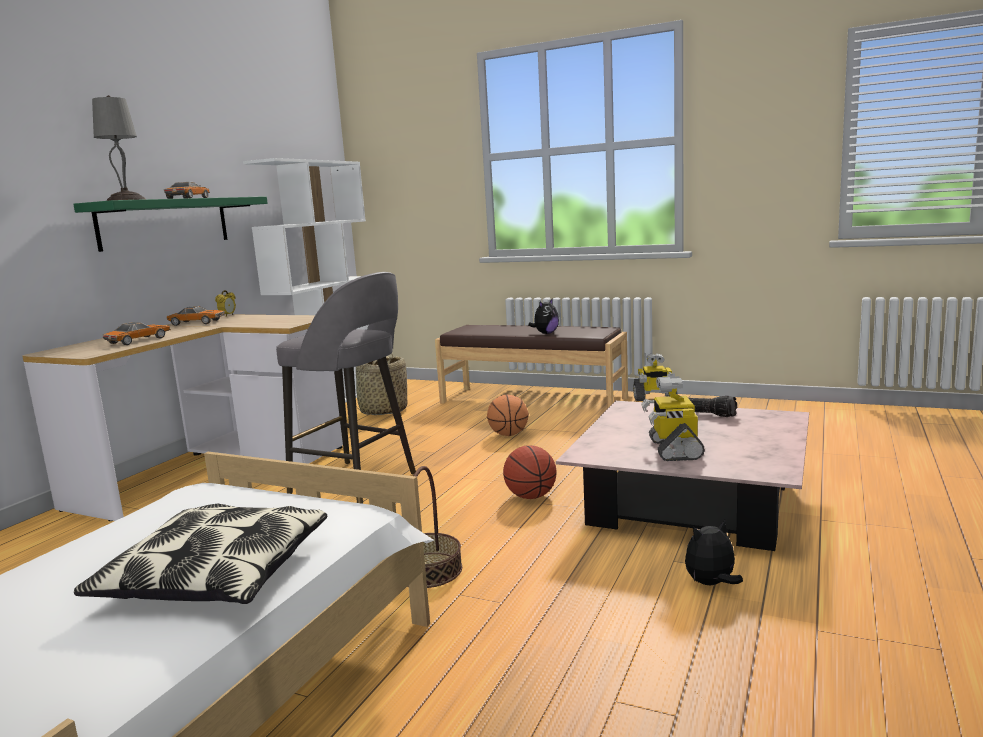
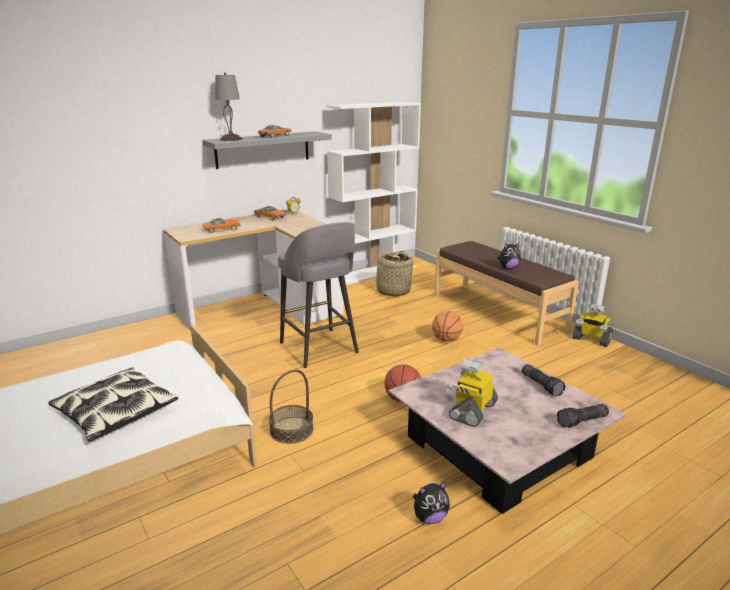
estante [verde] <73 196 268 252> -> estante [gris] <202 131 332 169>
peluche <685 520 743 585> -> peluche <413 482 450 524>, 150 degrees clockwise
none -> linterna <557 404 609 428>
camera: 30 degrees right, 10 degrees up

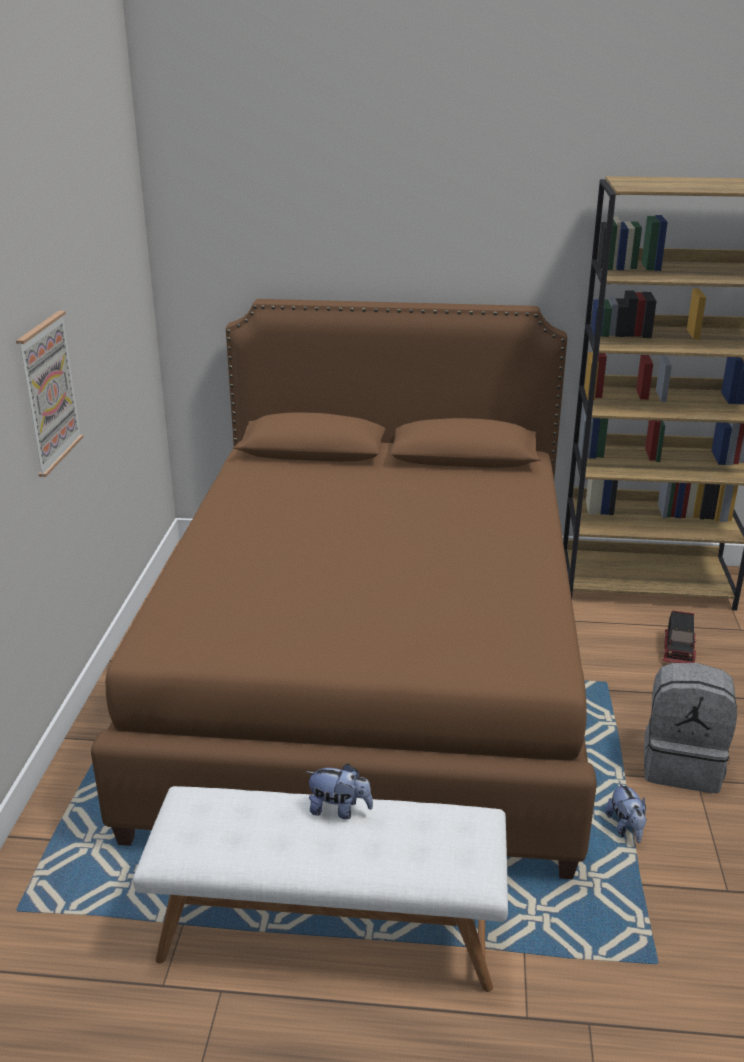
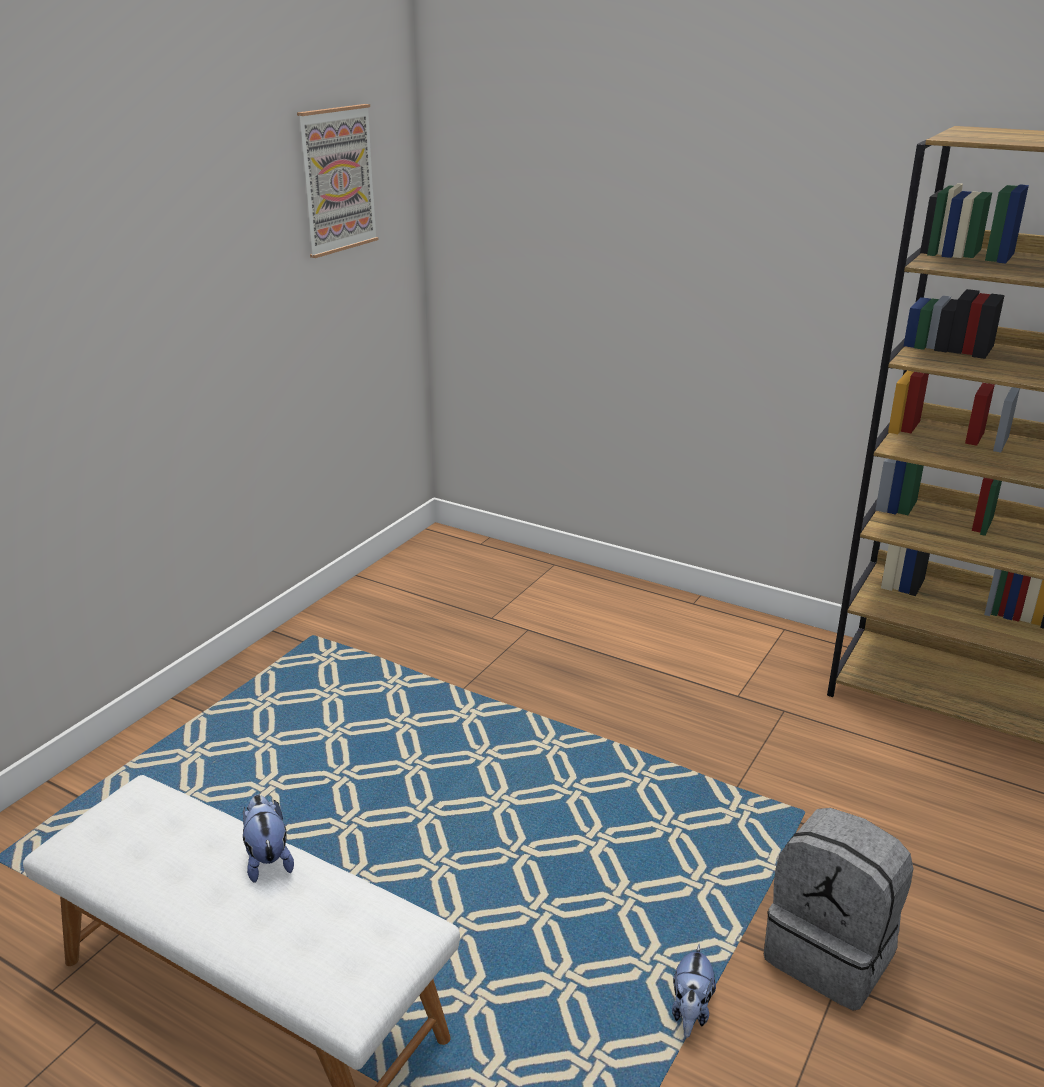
cuadro <16 311 84 477> -> cuadro <297 104 379 258>, moved
cama [marrón] <91 299 597 879> -> none
peluche <306 764 373 819> -> peluche <243 795 294 883>, 150 degrees counterclockwise
camión de juguete <662 610 696 663> -> none
camera: 25 degrees right, 0 degrees up

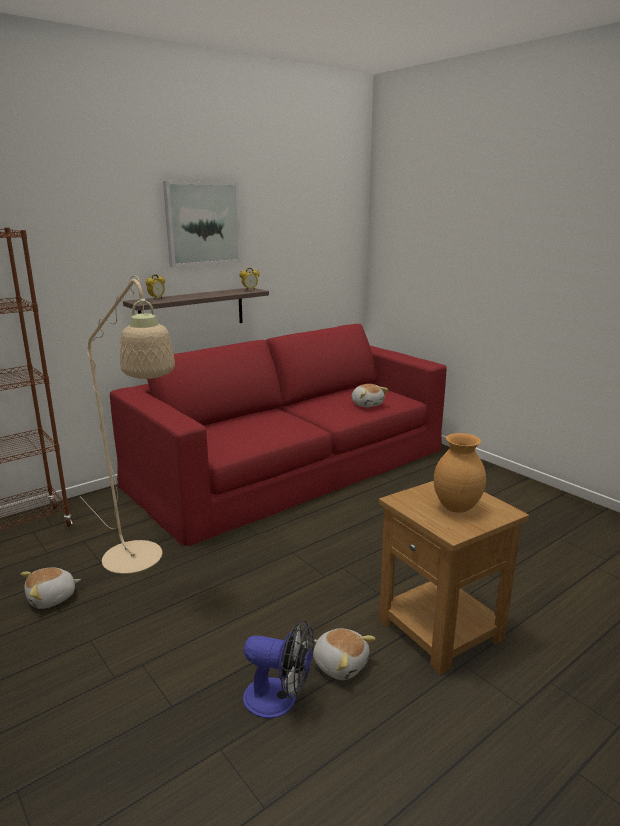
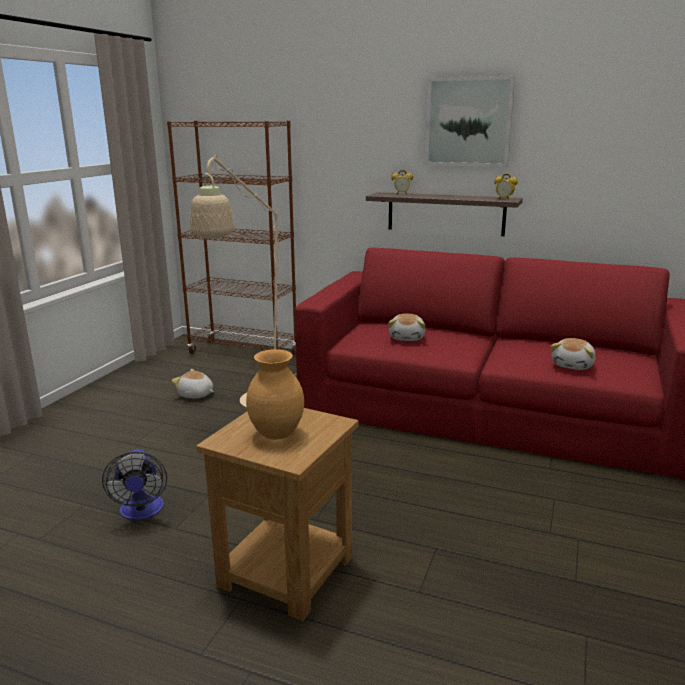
peluche <313 628 376 680> -> peluche <388 313 426 341>, moved
camera: 60 degrees right, 0 degrees up

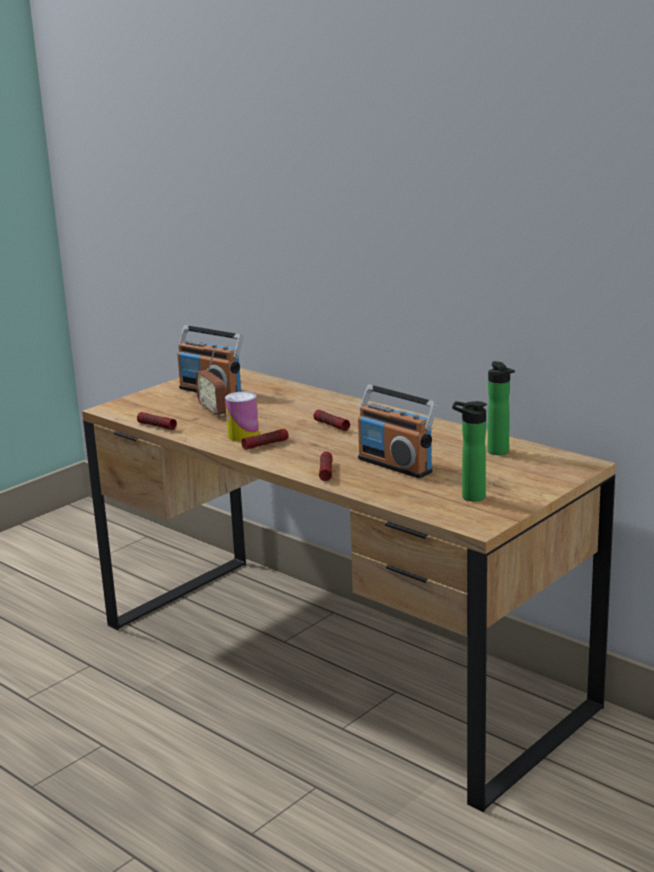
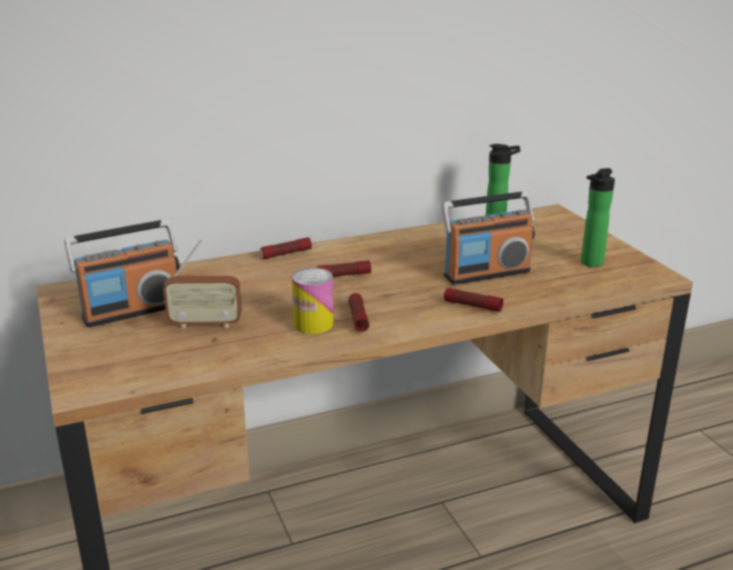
linterna <137 412 177 430> -> linterna <260 237 312 259>, moved
camera: 65 degrees left, 5 degrees up

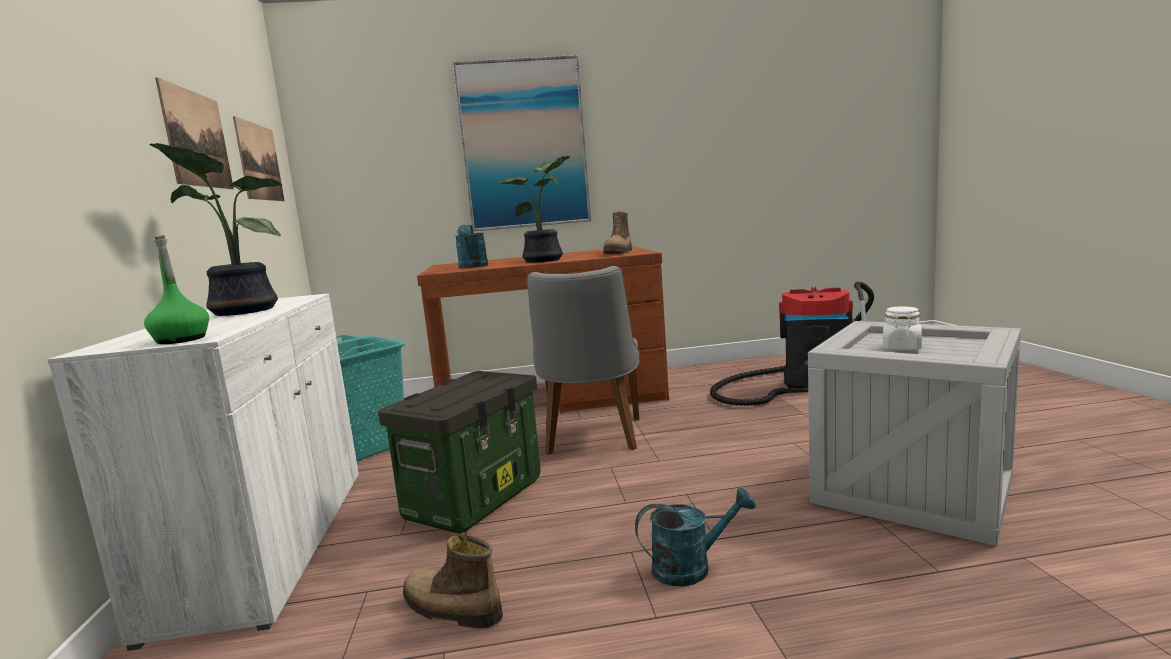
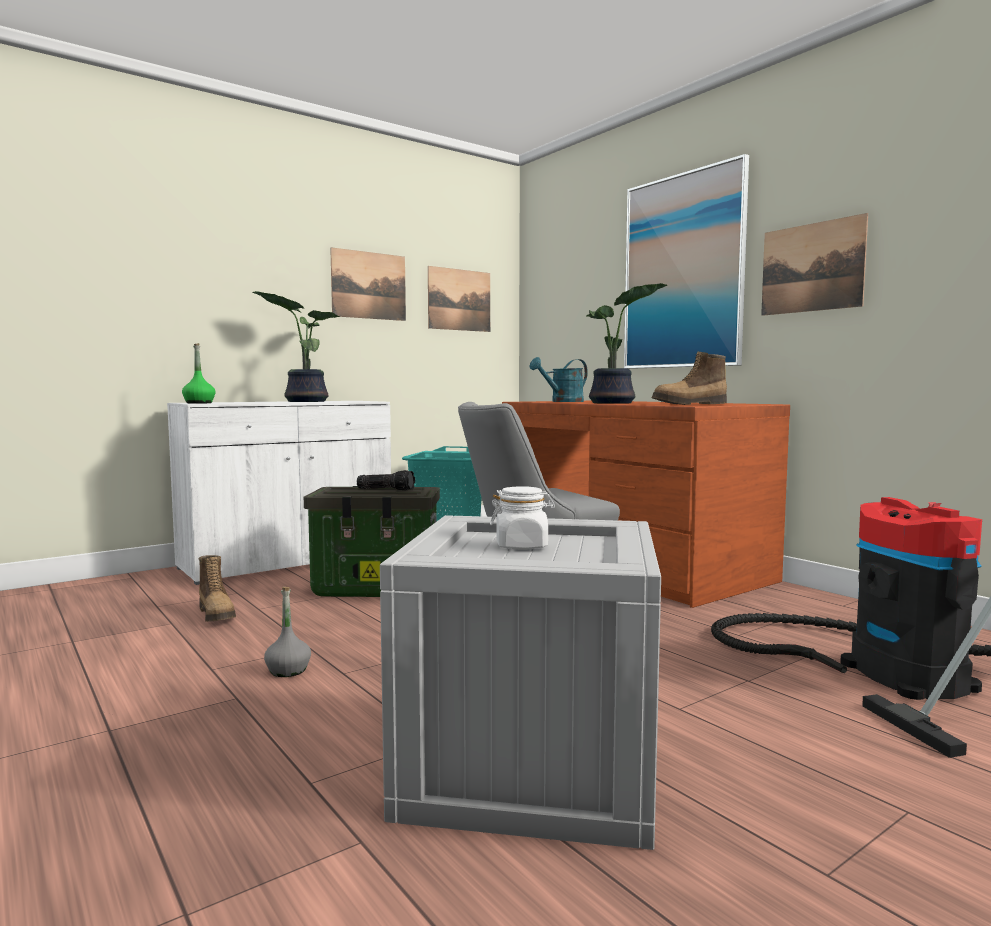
bota <403 534 503 629> -> bota <199 555 236 622>, 150 degrees clockwise
regadera [turquesa] <635 488 756 587> -> botella [gris] <264 587 311 677>
none -> linterna <357 470 415 491>
none -> cuadro <761 213 868 316>
camera: 60 degrees right, 5 degrees down

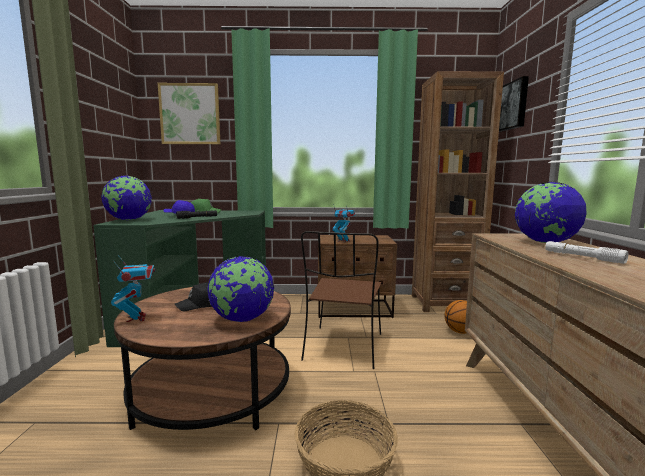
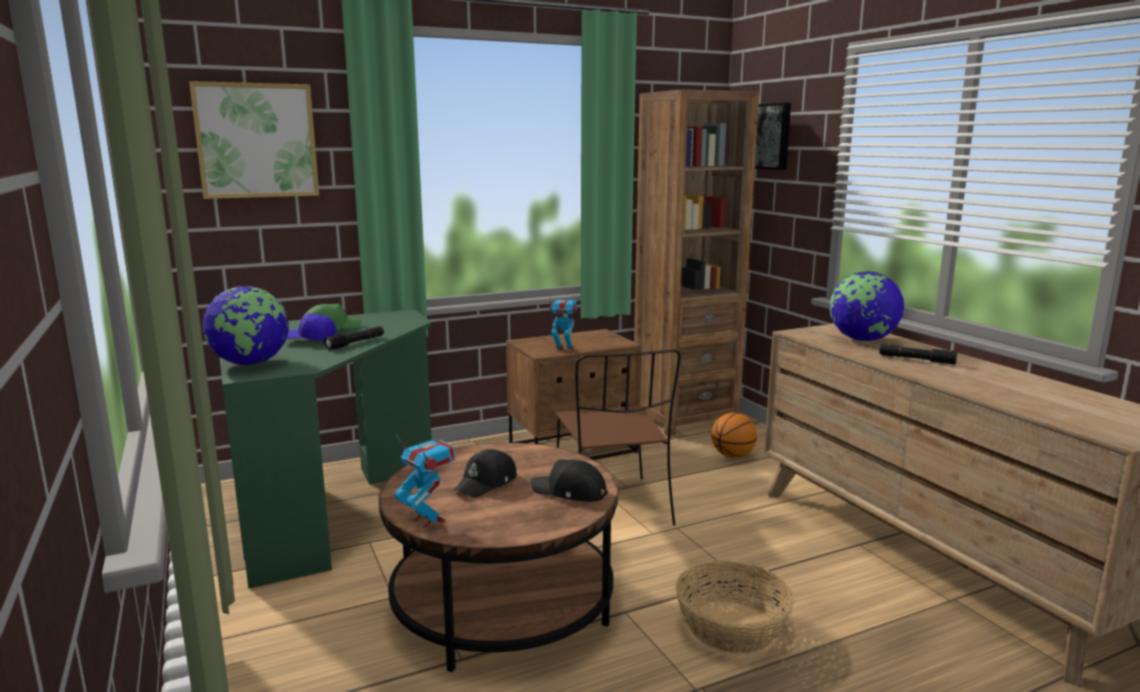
globo terráqueo <207 256 274 322> -> gorra [negro] <531 460 608 502>
linterna [blanco] <545 241 629 264> -> linterna [negro] <880 344 957 364>
camera: 25 degrees left, 5 degrees up

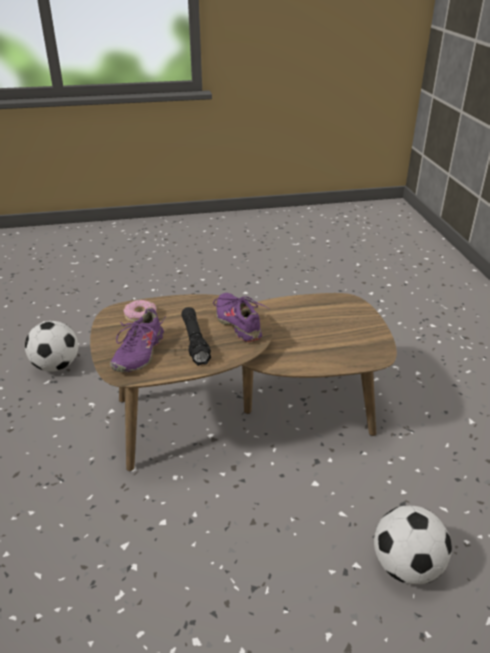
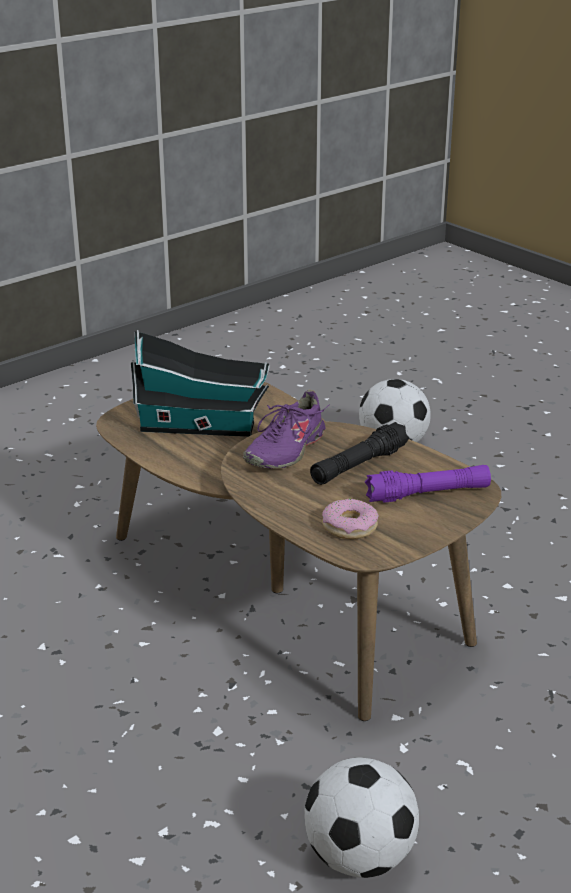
zapato [morado] <110 307 165 372> -> linterna [morado] <365 465 491 503>
none -> casita <131 330 269 437>
camera: 120 degrees left, 5 degrees down

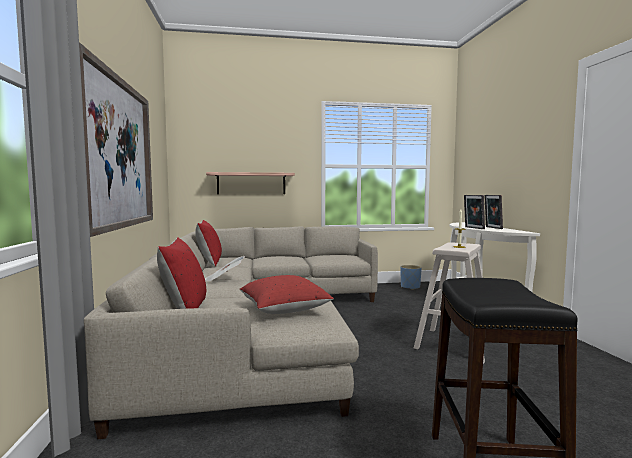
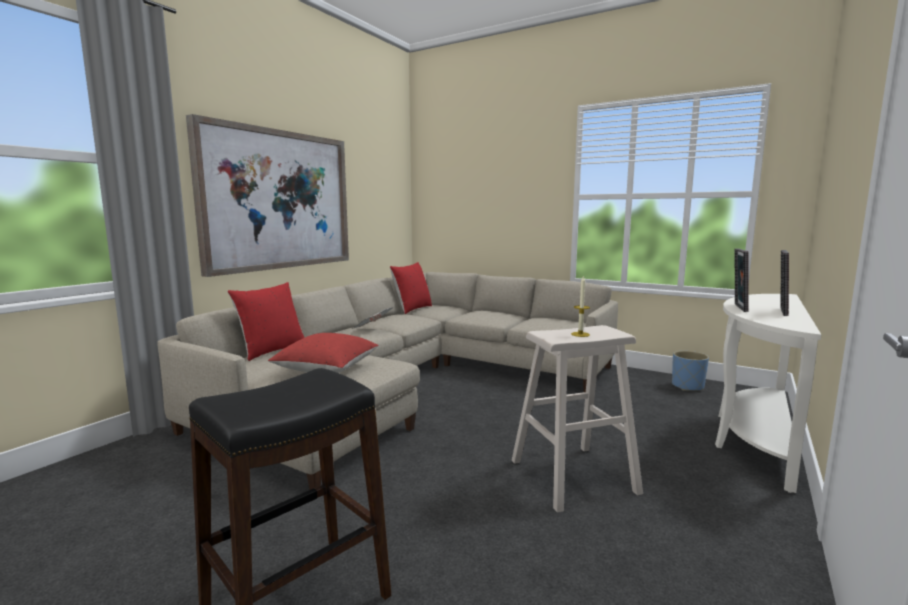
estante <206 172 295 194> -> none
camera: 40 degrees right, 5 degrees up

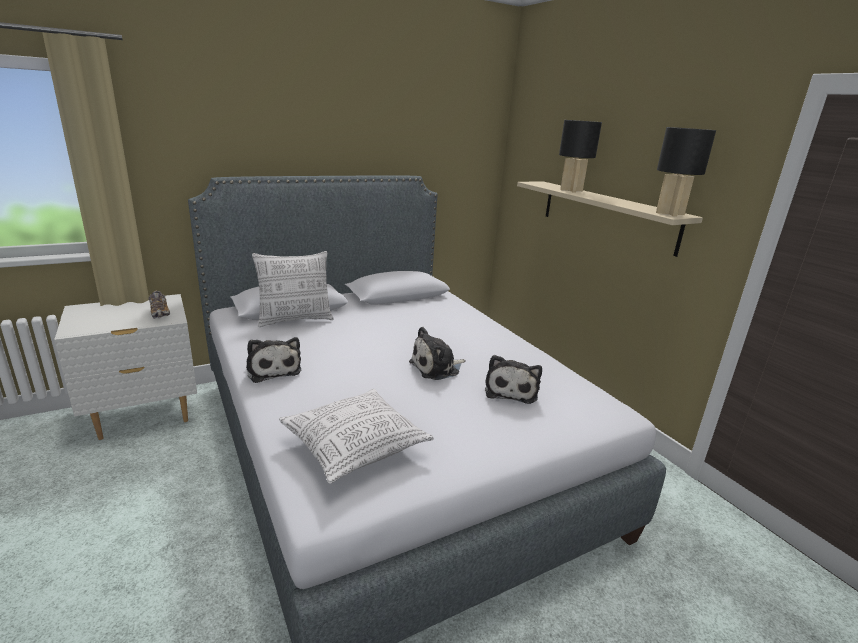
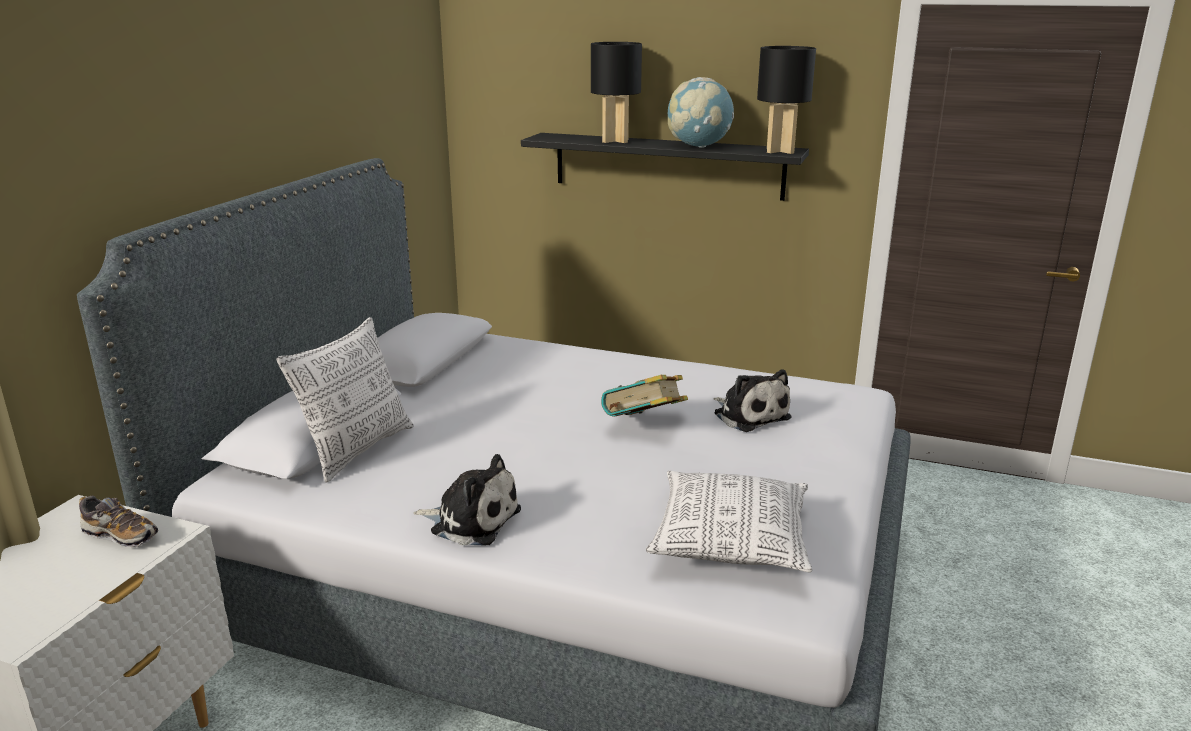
peluche <409 327 466 380> -> libro <601 375 688 417>
estante [beis] <517 181 703 257> -> estante [negro] <521 133 809 201>
none -> globo terráqueo <668 77 734 148>
camera: 40 degrees left, 0 degrees up

